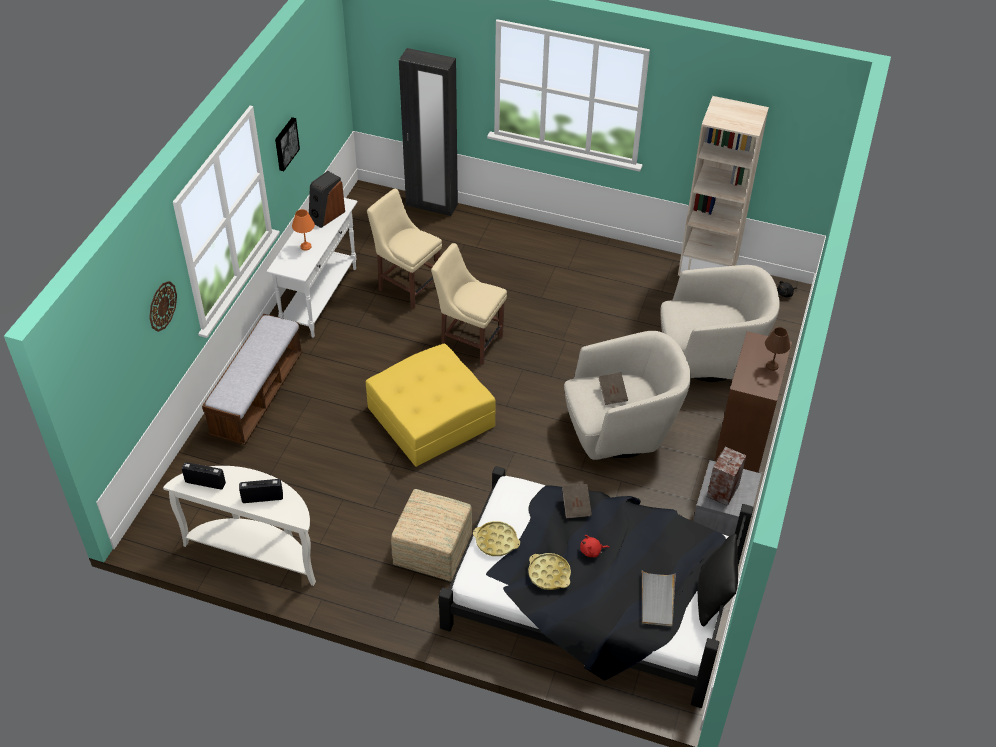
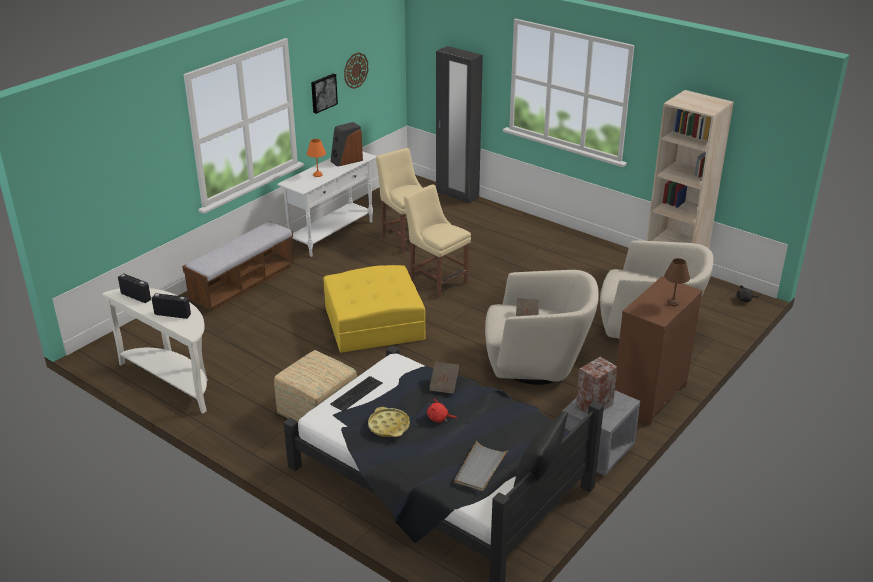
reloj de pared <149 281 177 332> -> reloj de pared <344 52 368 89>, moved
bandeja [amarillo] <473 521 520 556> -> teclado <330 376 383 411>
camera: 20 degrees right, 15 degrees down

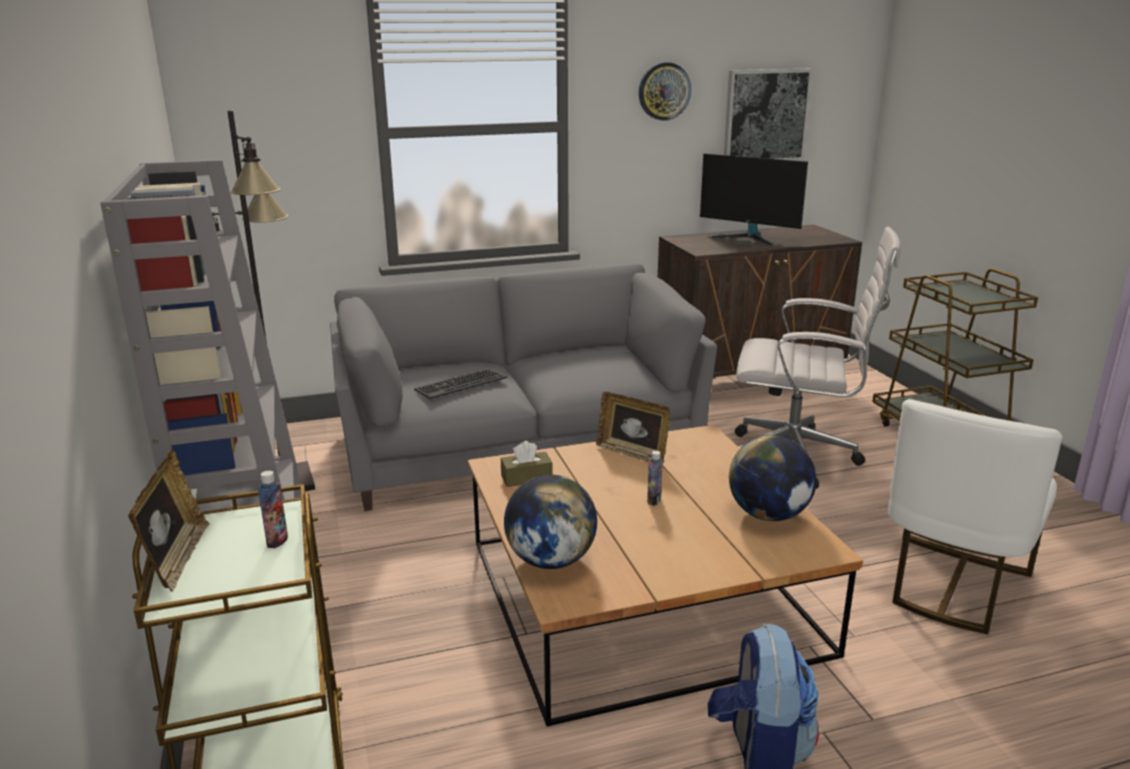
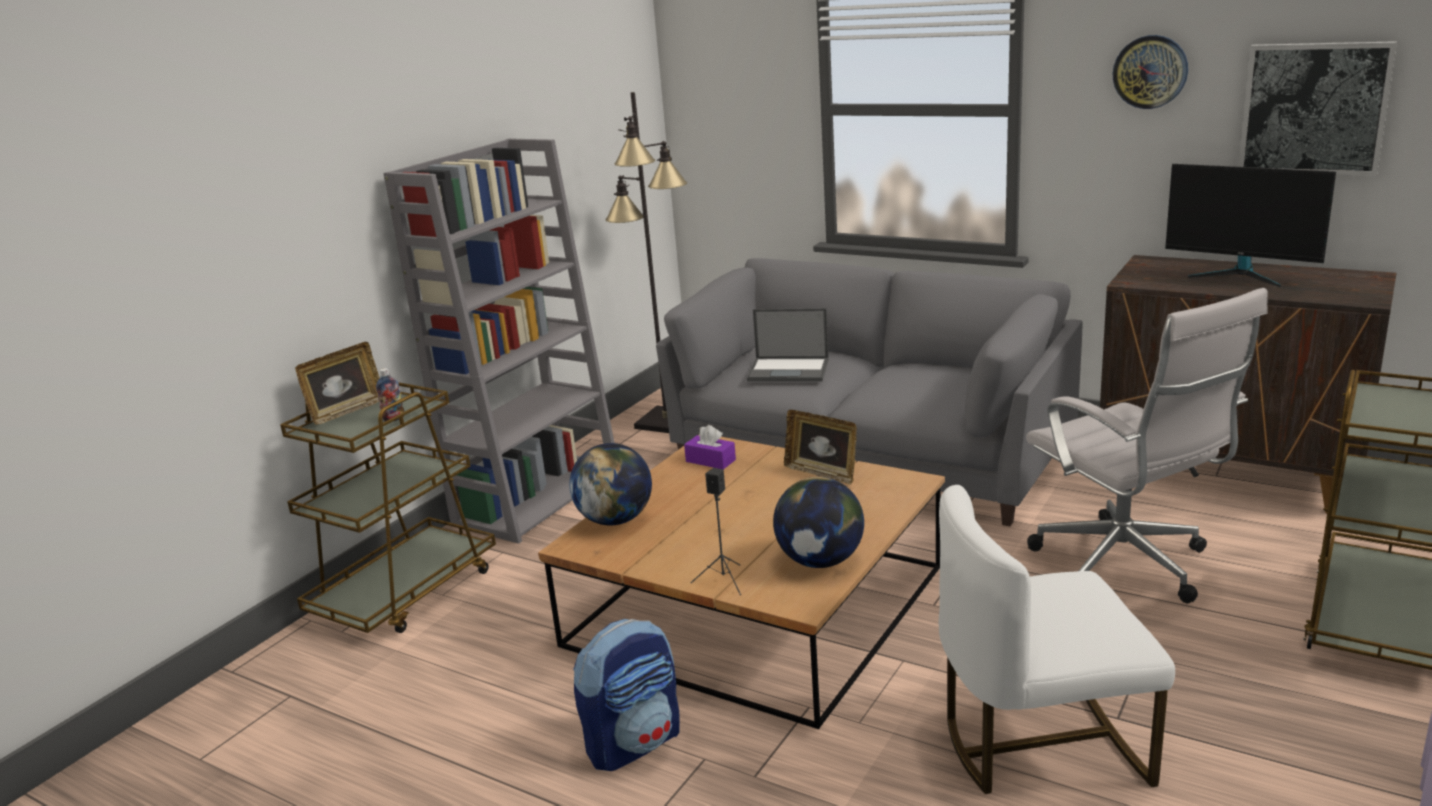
teclado <414 368 507 399> -> portátil <747 308 829 381>
caja de pañuelos [marrón] <501 441 553 487> -> caja de pañuelos [morado] <684 425 736 469>
portarretratos <596 392 670 465> -> portarretratos <784 410 857 485>, 45 degrees counterclockwise
botella <647 451 663 506> -> none
monitor <700 154 808 245> -> monitor <1165 164 1336 287>, 45 degrees counterclockwise
none -> altavoz [negro] <691 468 741 595>
camera: 50 degrees right, 0 degrees up

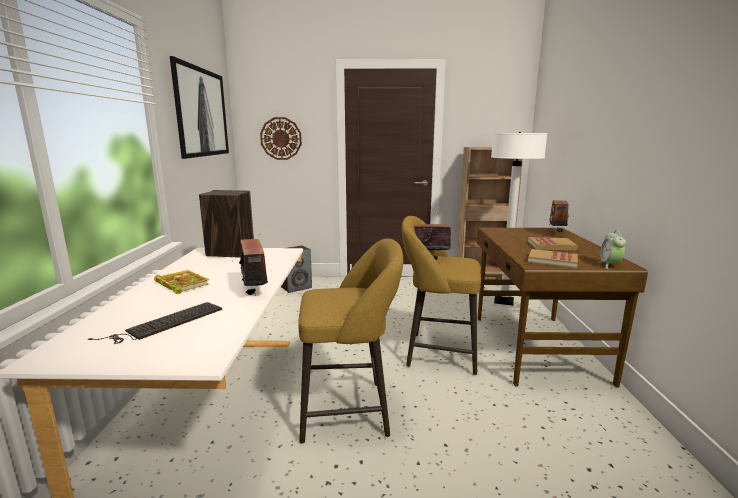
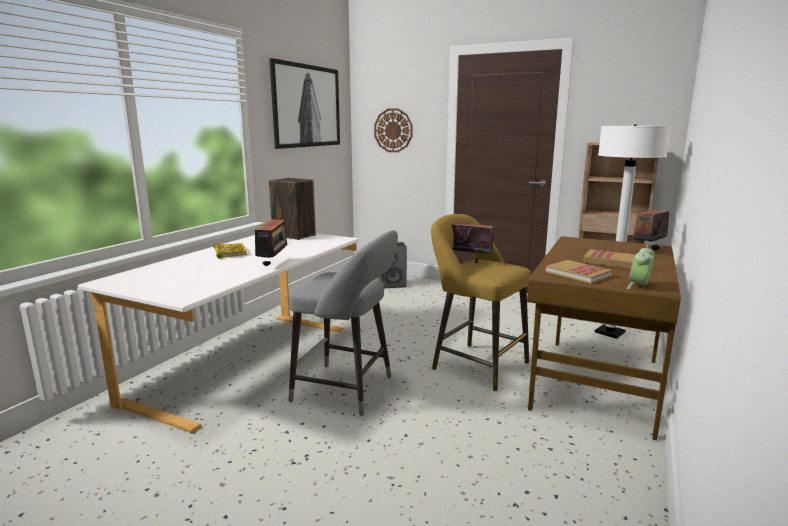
teclado <88 302 222 344> -> none
taburete [amarillo] <298 239 403 444> -> taburete [gris] <289 230 398 416>
camera: 25 degrees right, 0 degrees up

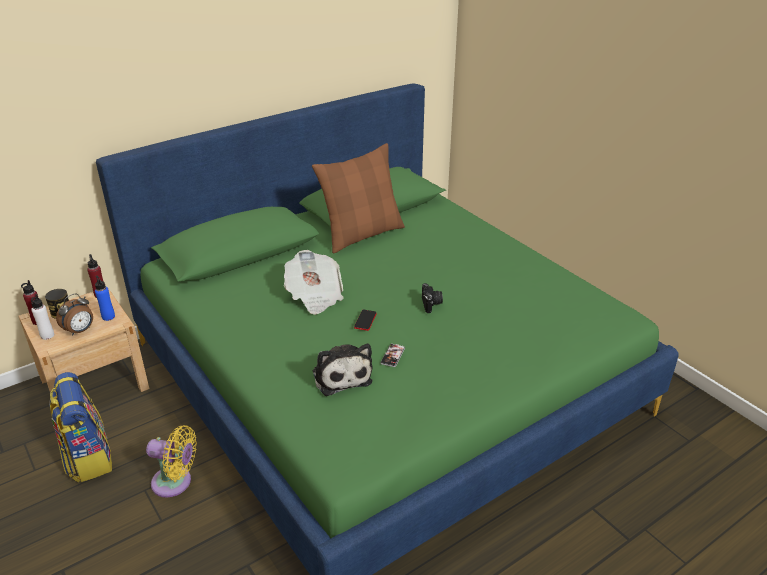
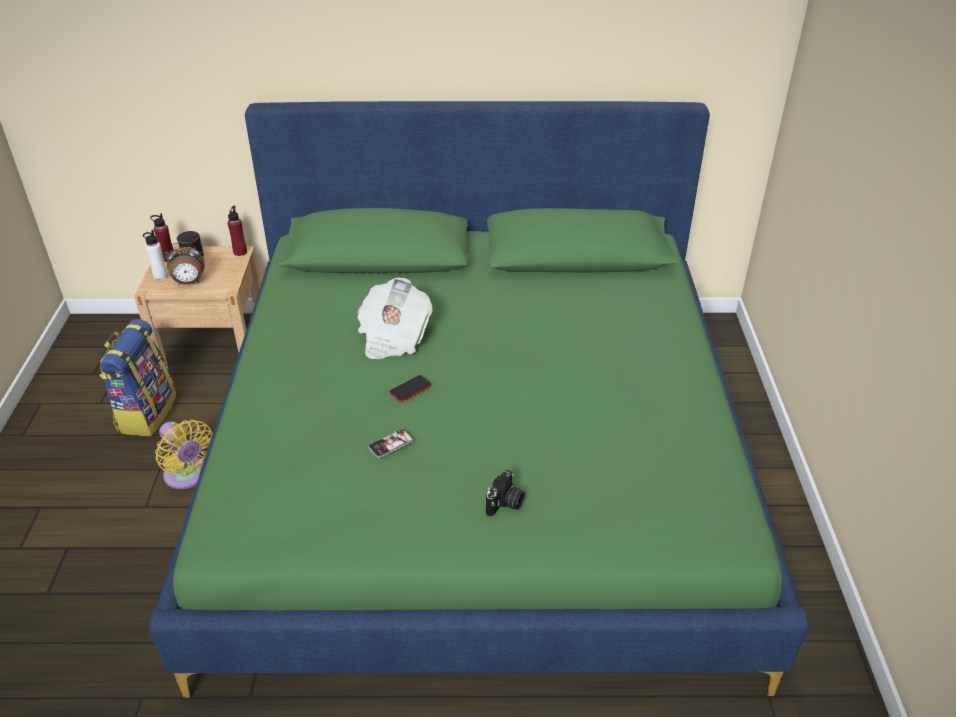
botella [azul] <95 276 115 321> -> none
cojín [marrón] <312 143 405 253> -> none
peluche <313 343 373 396> -> none
cámara <422 283 443 313> -> cámara <486 470 525 517>, moved
camera: 35 degrees right, 5 degrees up

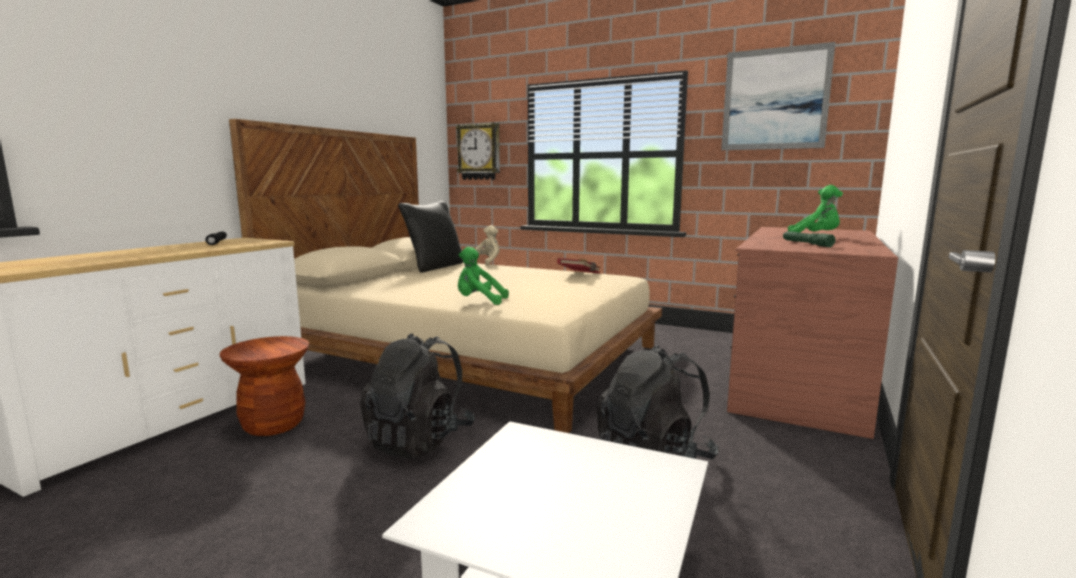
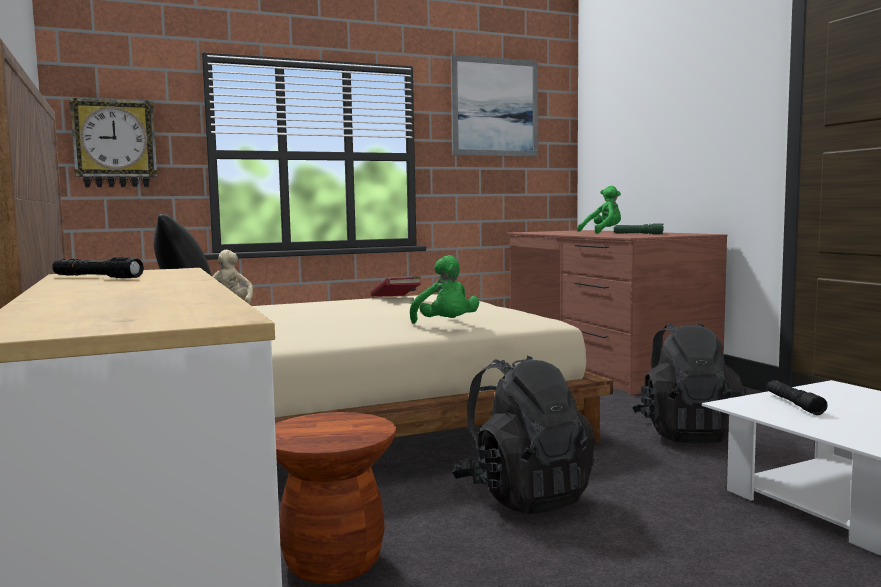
peluche [verde] <458 247 509 305> -> peluche [verde] <410 255 480 324>, 75 degrees counterclockwise
none -> linterna [negro] <767 380 828 415>
camera: 50 degrees left, 5 degrees down

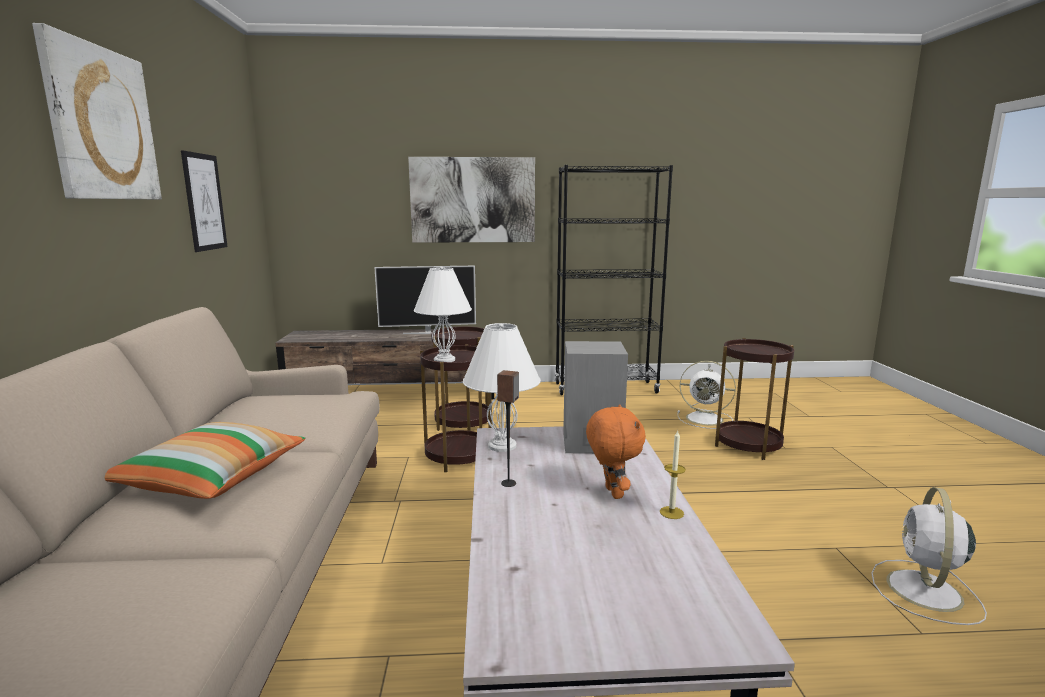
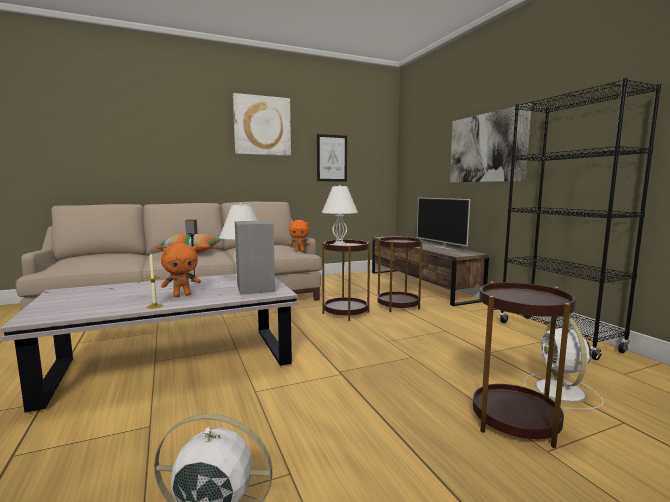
none -> peluche [naranja] <288 220 310 252>
camera: 70 degrees right, 5 degrees down

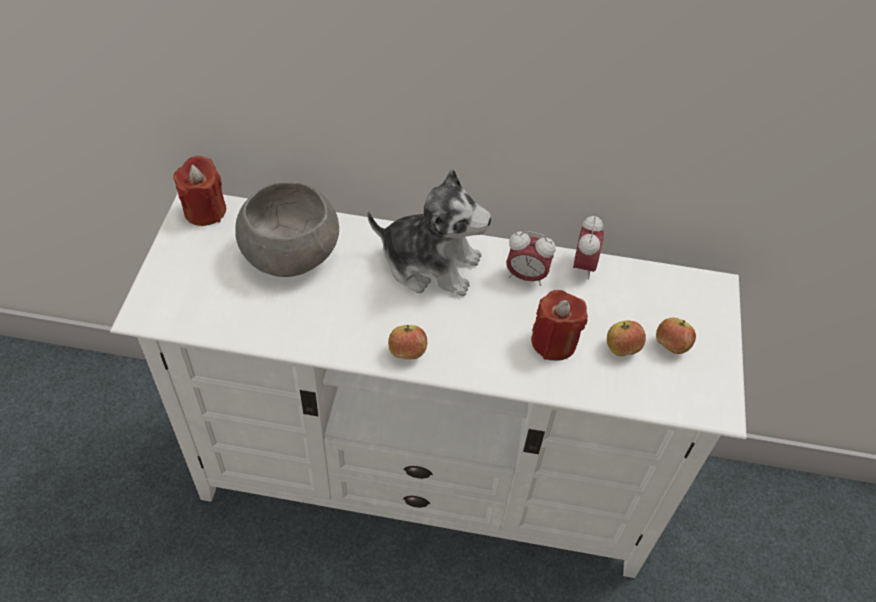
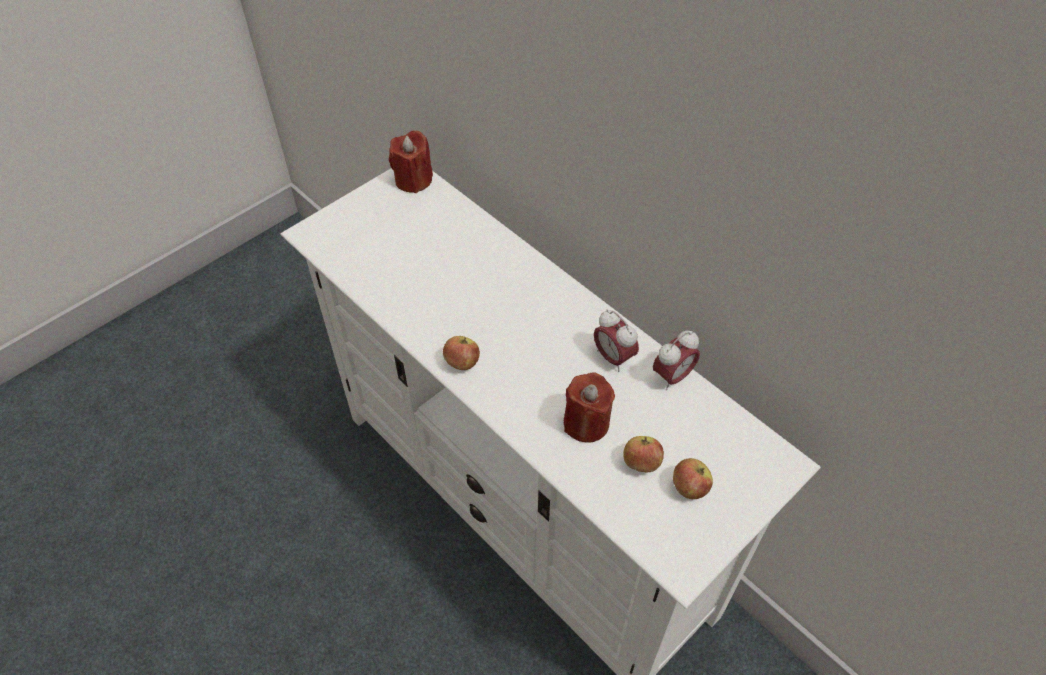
cuenco [gris] <236 182 339 277> -> none
peluche <367 170 491 296> -> none
camera: 40 degrees right, 0 degrees up

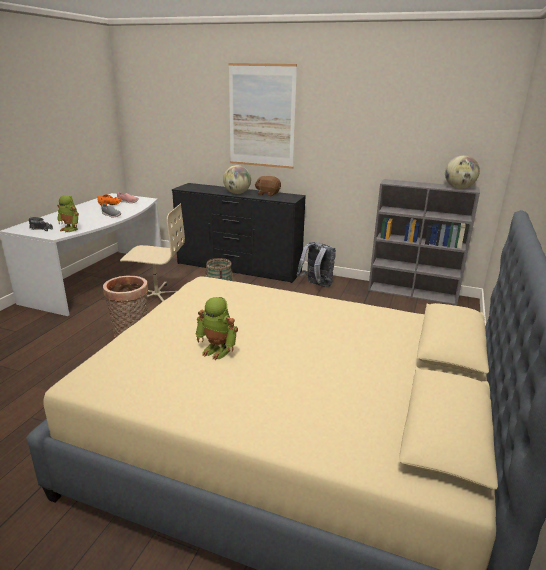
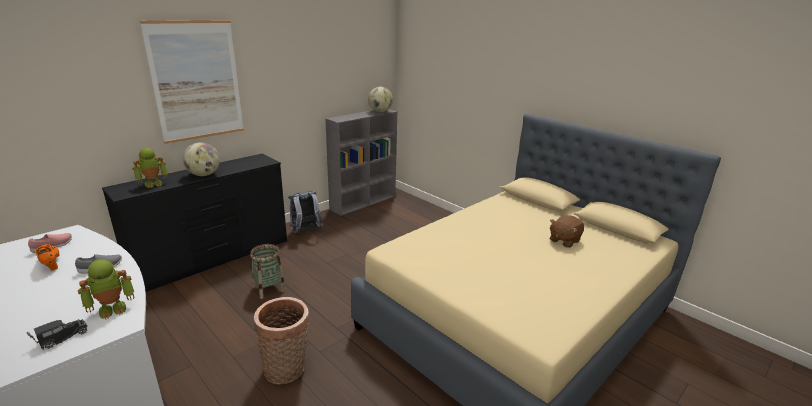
silla de oficina [beis] <120 204 185 302> -> none
robot de juguete <196 297 238 360> -> robot de juguete <132 148 168 188>, moved
peluche [marrón] <255 176 281 196> -> peluche [marrón] <549 215 584 248>, moved
camera: 65 degrees left, 0 degrees up

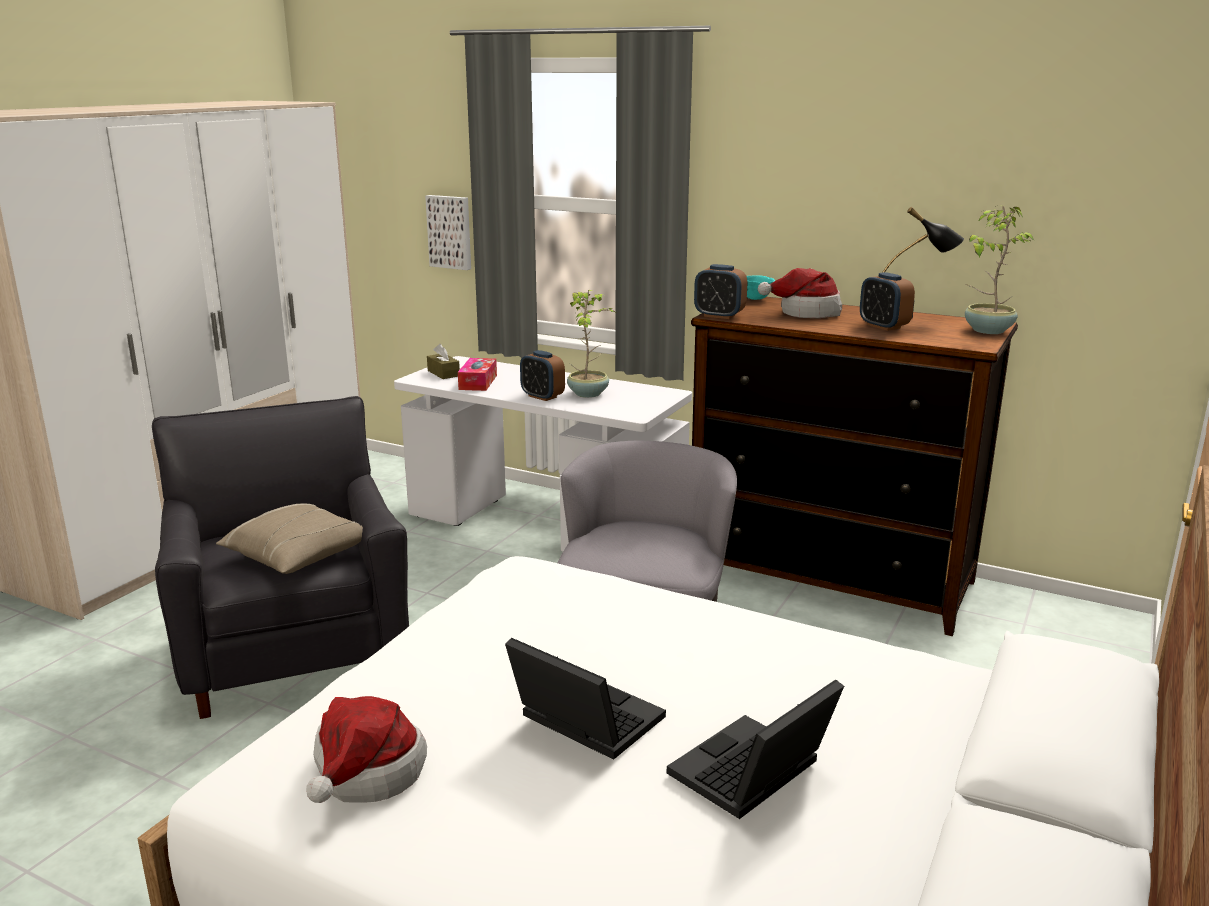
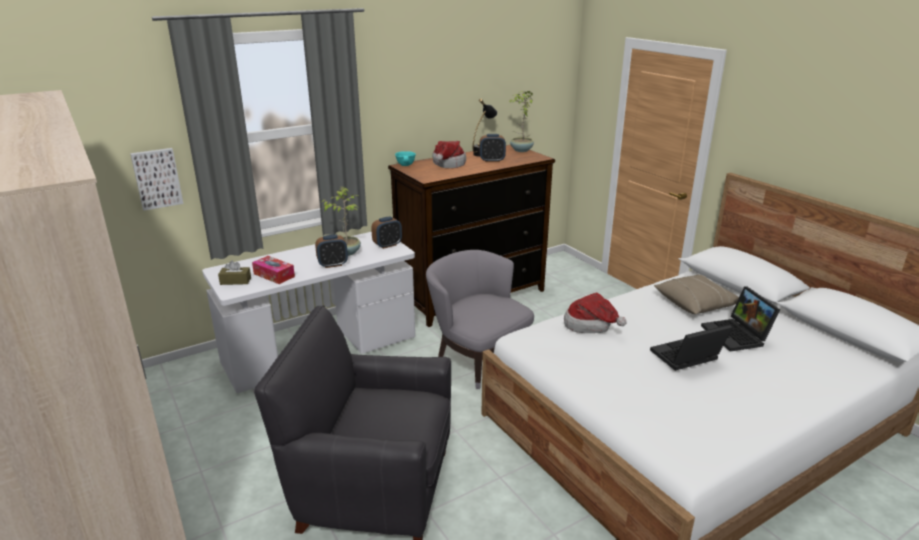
cojín [beis] <216 503 363 574> -> cojín [beis] <654 274 739 314>, moved
sombrero <306 696 427 803> -> sombrero <564 293 627 333>, moved
despertador <694 264 747 319> -> despertador <371 216 402 249>, moved
camera: 60 degrees left, 5 degrees up

